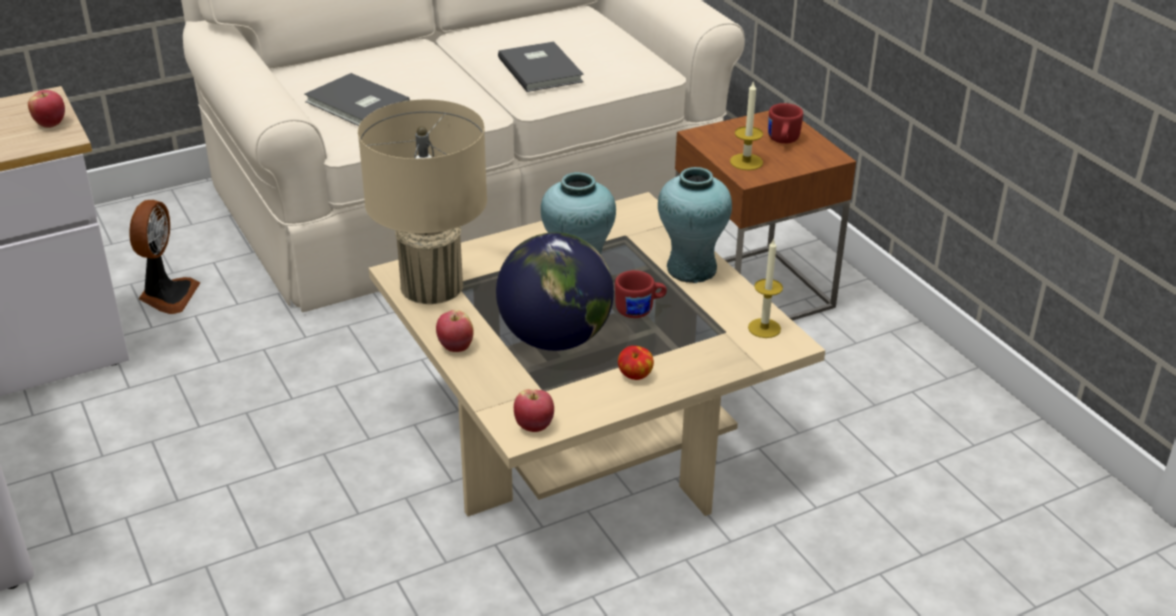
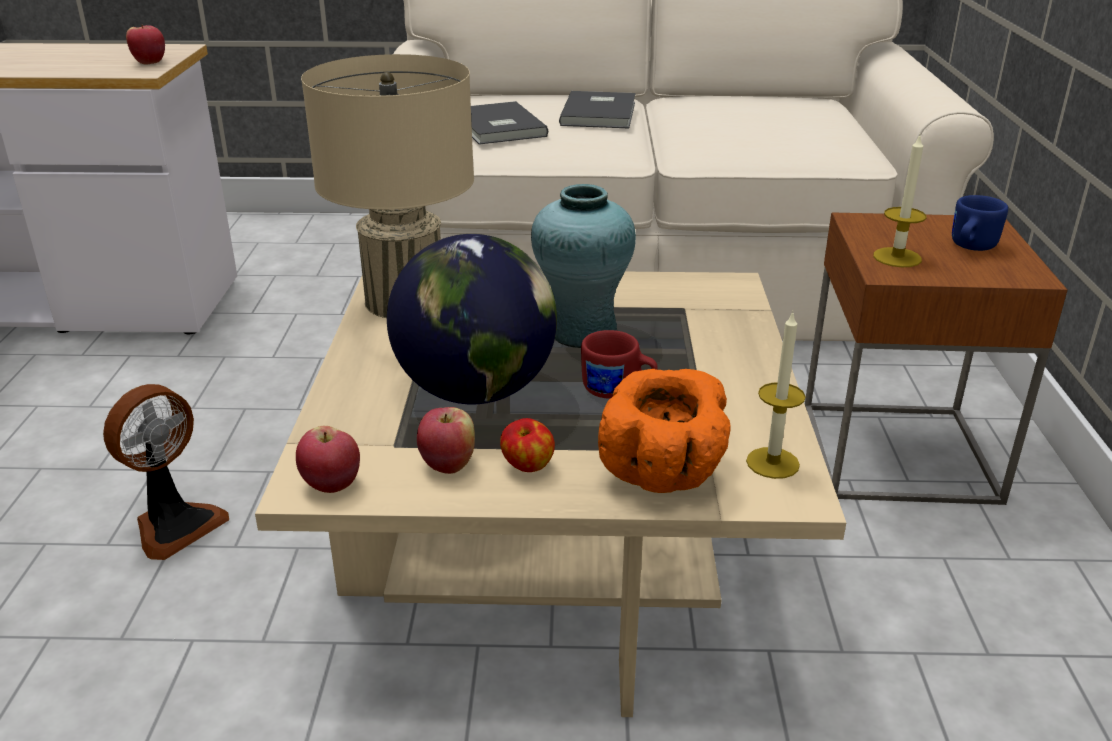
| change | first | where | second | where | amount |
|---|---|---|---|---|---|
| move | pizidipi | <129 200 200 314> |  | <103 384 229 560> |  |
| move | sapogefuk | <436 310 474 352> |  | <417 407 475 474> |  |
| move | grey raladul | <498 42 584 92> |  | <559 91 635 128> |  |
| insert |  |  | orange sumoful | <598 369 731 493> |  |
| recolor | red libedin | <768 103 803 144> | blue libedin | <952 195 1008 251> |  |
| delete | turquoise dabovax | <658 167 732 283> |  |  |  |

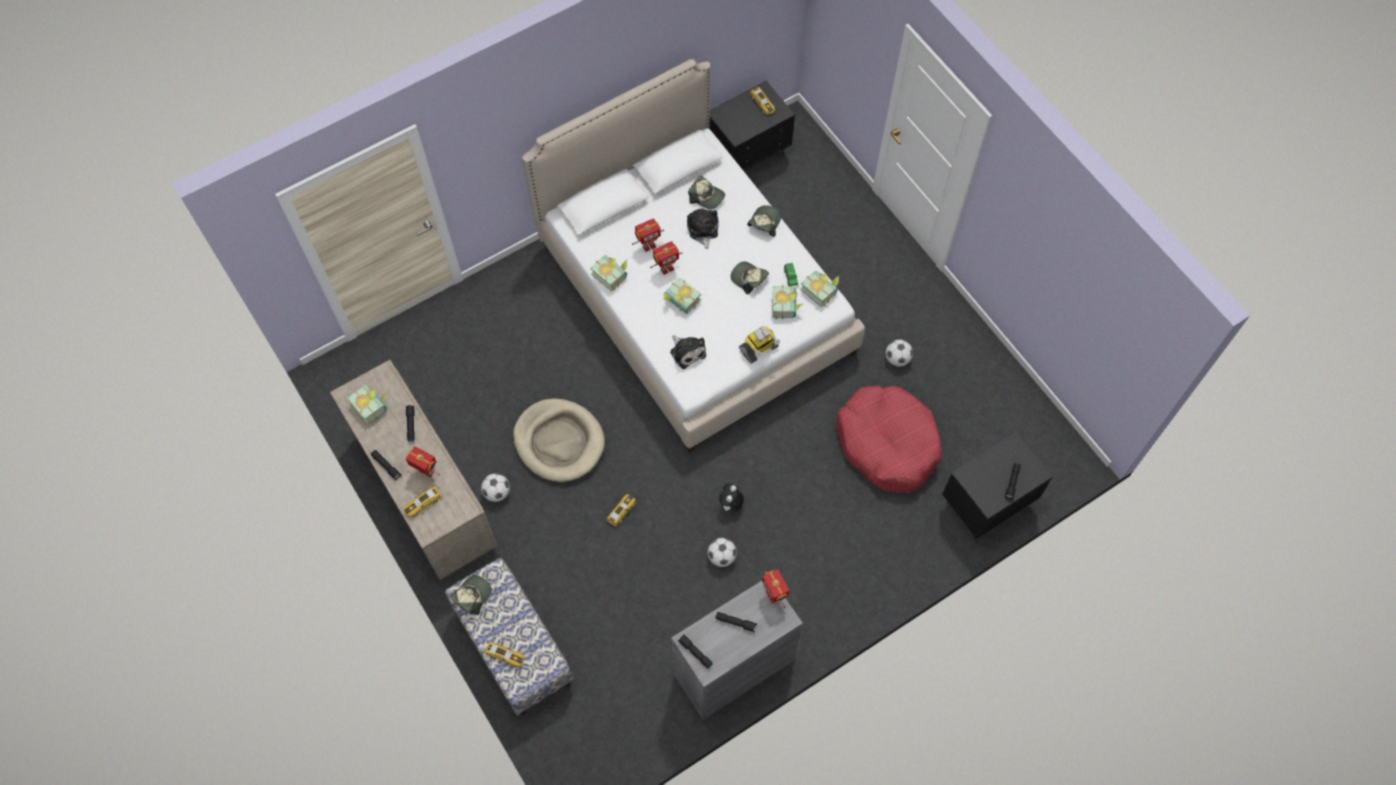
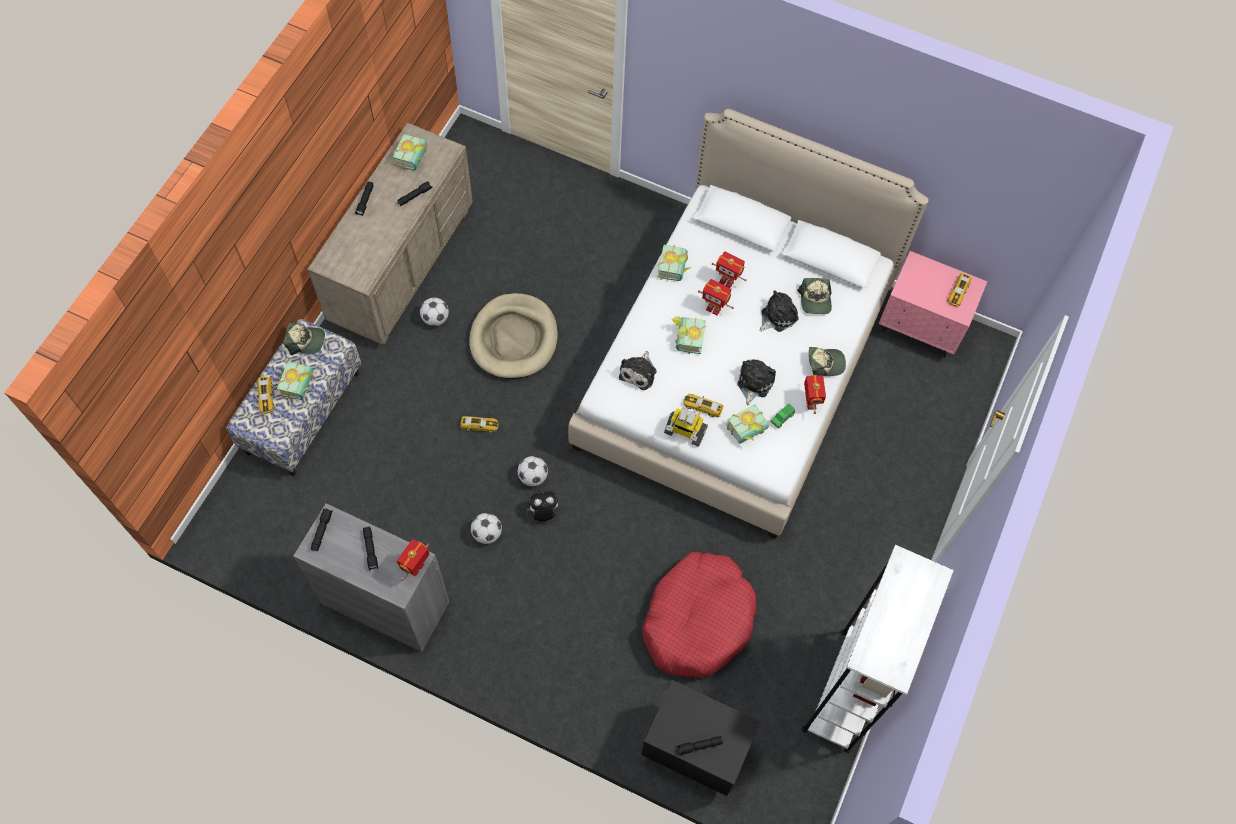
| change | first | where | second | where | amount |
|---|---|---|---|---|---|
| move | raladul | <800 271 839 307> |  | <277 362 313 400> |  |
| move | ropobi | <886 340 913 367> |  | <518 456 548 486> |  |
| move | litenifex | <404 487 441 517> |  | <683 394 724 417> |  |
| replace | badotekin | <730 262 769 294> | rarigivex | <737 359 776 405> |  |
| insert |  |  | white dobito | <802 545 954 753> |  |
| move | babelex | <406 446 440 477> |  | <804 375 826 414> |  |
| recolor | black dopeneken | <709 81 795 171> | pink dopeneken | <879 251 987 358> |  |

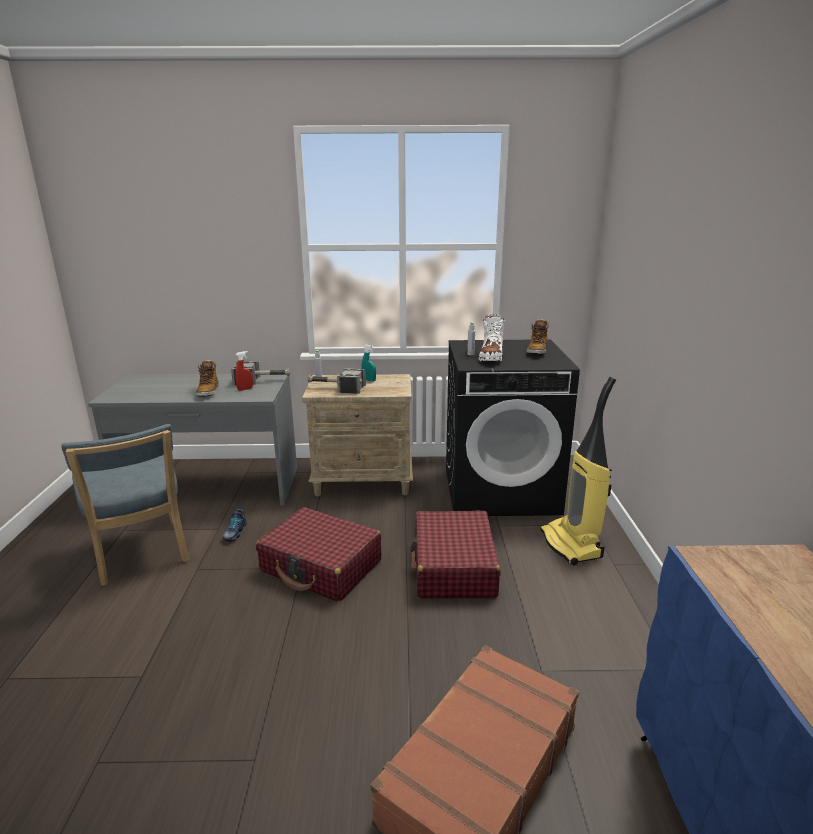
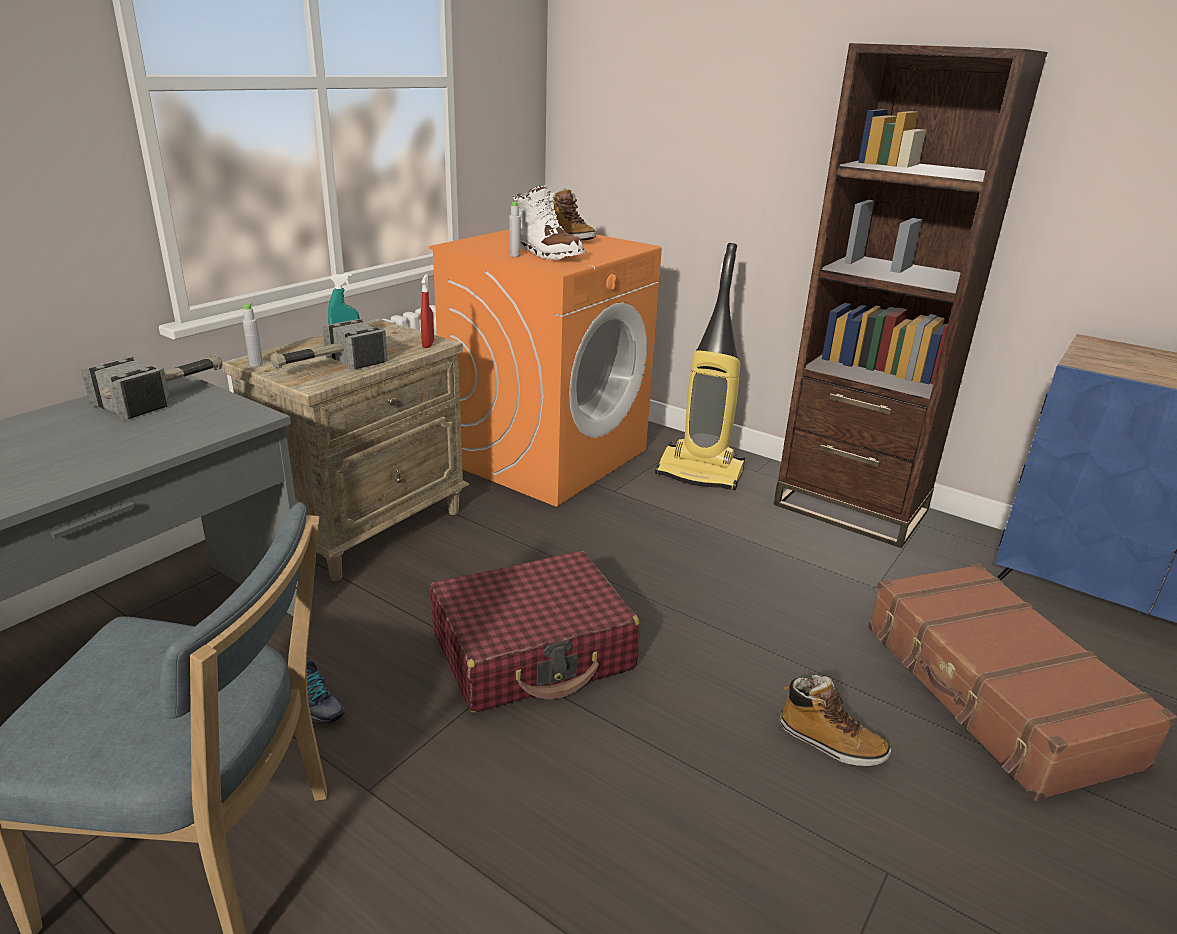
| change | first | where | second | where | amount |
|---|---|---|---|---|---|
| move | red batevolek | <235 351 253 391> |  | <421 274 434 348> |  |
| recolor | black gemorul | <446 339 580 516> | orange gemorul | <429 229 662 506> |  |
| insert |  |  | brown dobito | <774 43 1048 548> |  |
| move | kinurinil | <196 360 219 397> |  | <780 675 891 766> |  |
| delete | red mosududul | <410 511 501 599> |  |  |  |

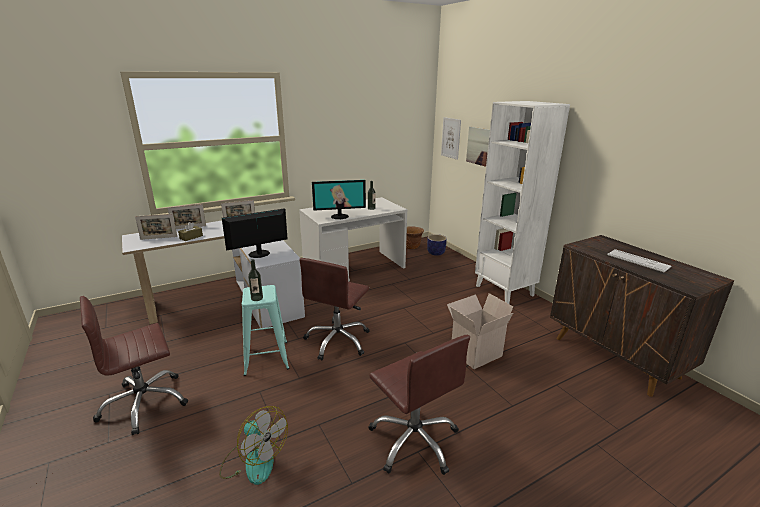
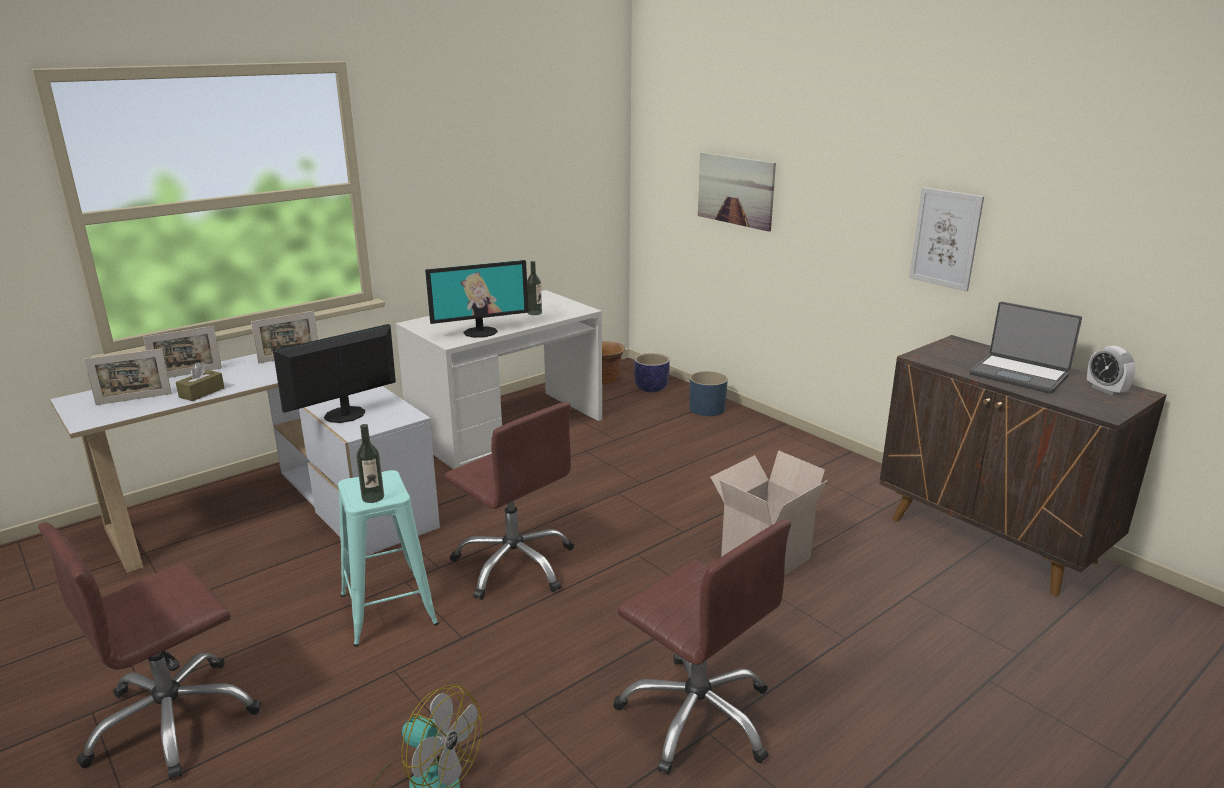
| change | first | where | second | where | amount |
|---|---|---|---|---|---|
| rotate | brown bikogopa | <299 258 369 360> |  | <444 402 574 600> | 60 degrees counterclockwise |
| insert |  |  | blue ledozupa | <689 371 728 416> |  |
| move | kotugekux | <441 117 461 160> |  | <909 187 984 291> |  |
| replace | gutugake | <607 249 671 272> | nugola | <970 301 1082 394> |  |
| insert |  |  | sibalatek | <1087 346 1136 396> |  |
| delete | white dobito | <475 101 570 304> |  |  |  |

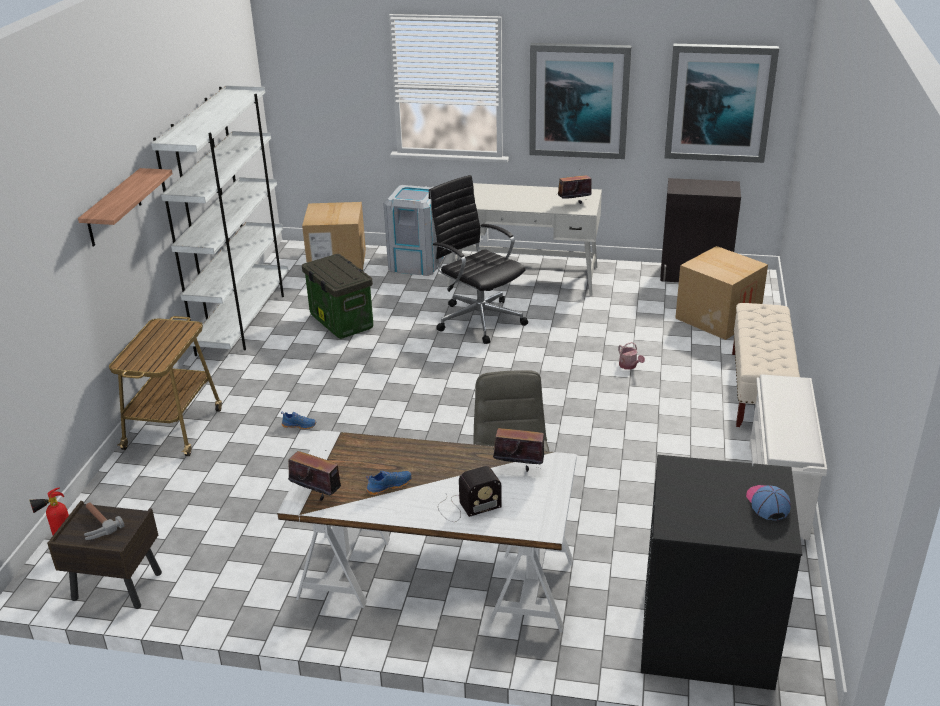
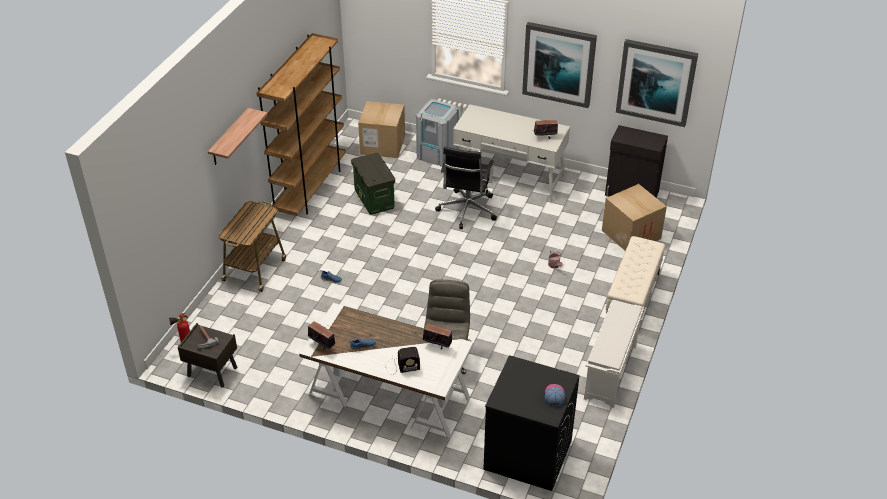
| change | first | where | second | where | amount |
|---|---|---|---|---|---|
| recolor | white dobito | <151 86 288 356> | brown dobito | <256 33 346 216> |  |
| rotate | black bikogopa | <429 175 528 344> |  | <435 147 497 229> | 135 degrees counterclockwise |

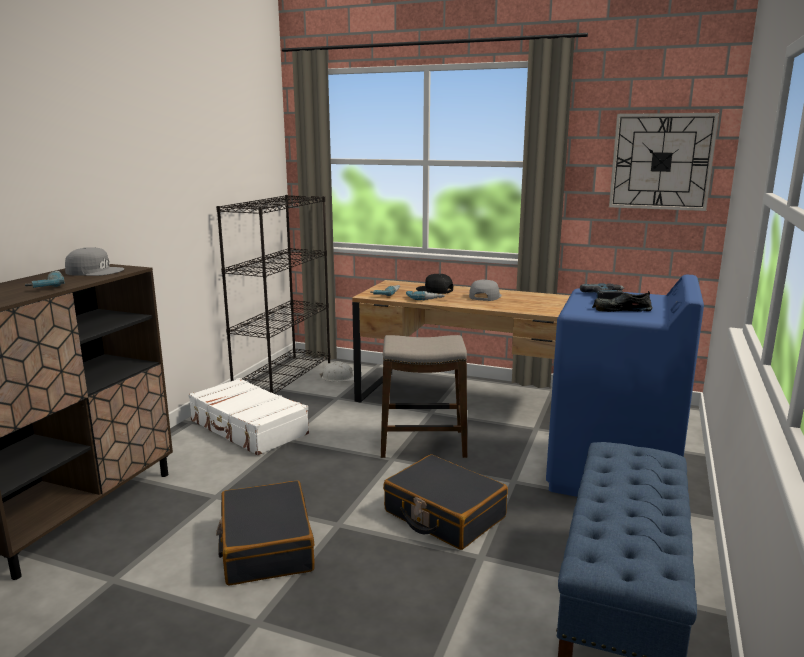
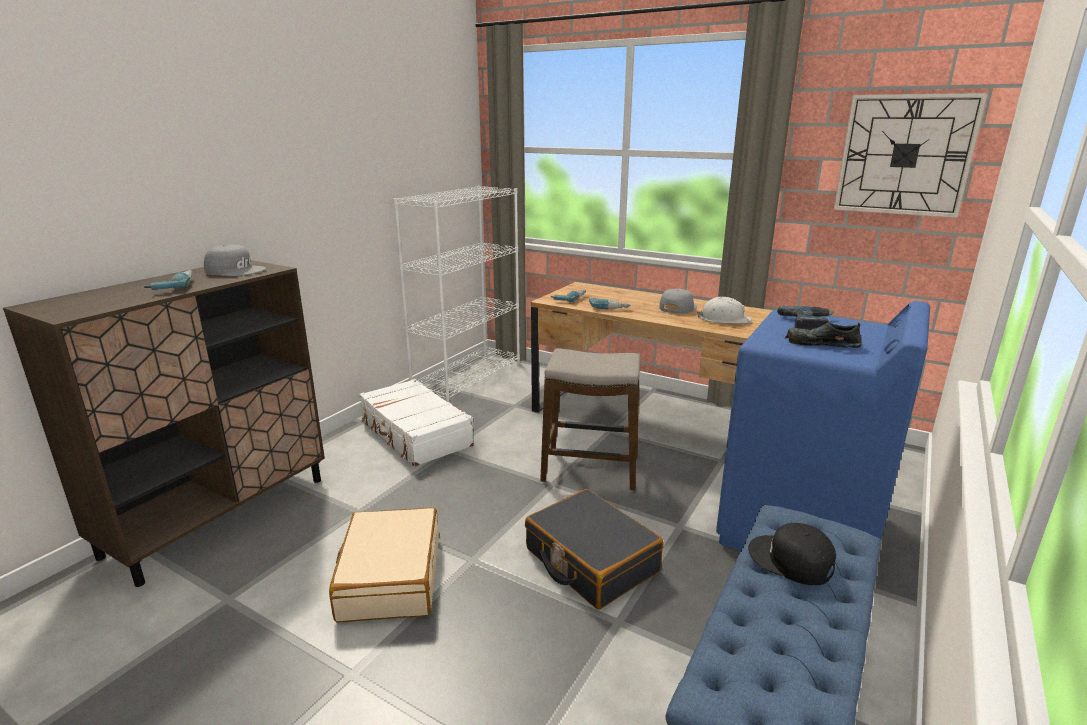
| change | first | where | second | where | amount |
|---|---|---|---|---|---|
| recolor | black mosududul | <216 480 315 585> | beige mosududul | <329 507 439 622> |  |
| recolor | black dobito | <216 195 330 394> | white dobito | <393 186 520 402> |  |
| move | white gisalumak | <319 362 354 382> |  | <697 297 752 323> |  |
| move | black badotekin | <416 274 453 294> |  | <748 523 836 585> |  |

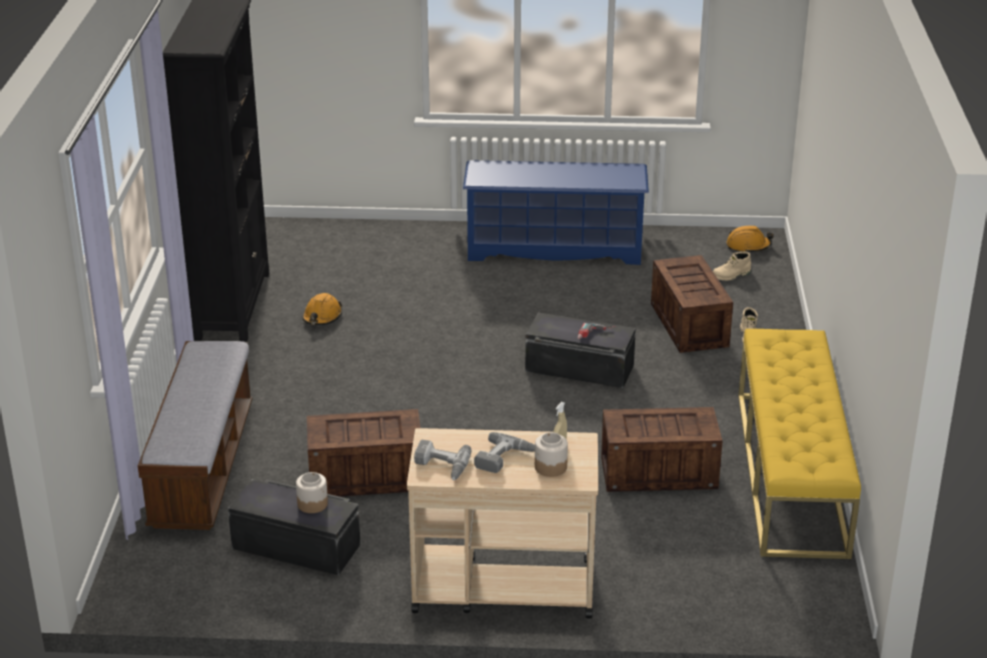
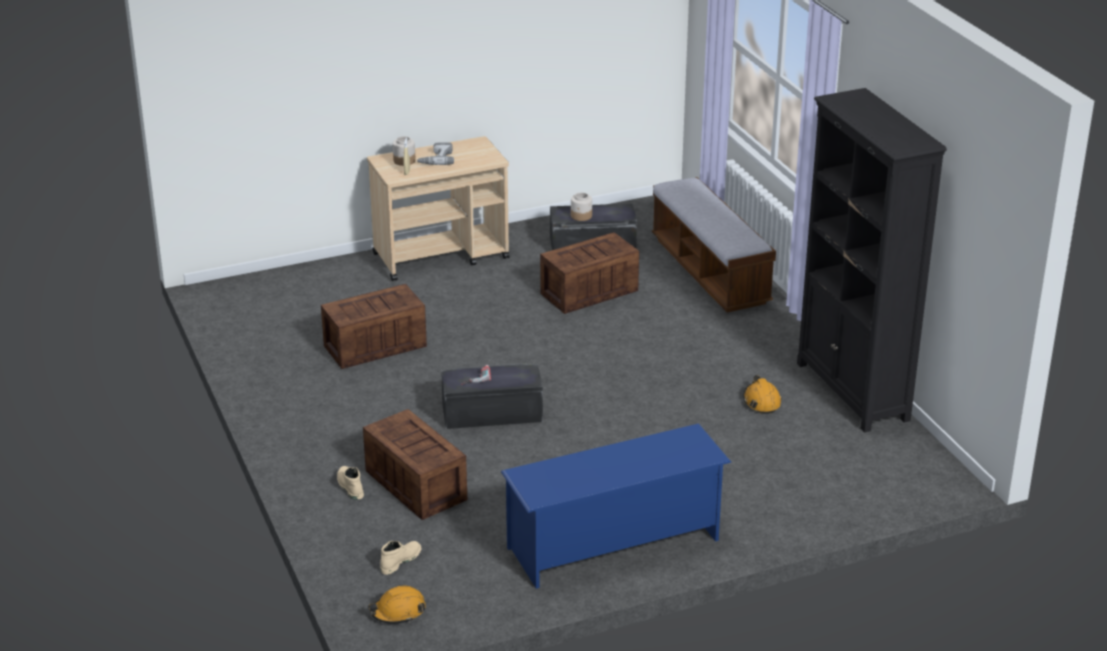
| change | first | where | second | where | amount |
|---|---|---|---|---|---|
| delete | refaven | <414 440 471 480> |  |  |  |
| delete | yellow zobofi | <738 329 861 559> |  |  |  |

